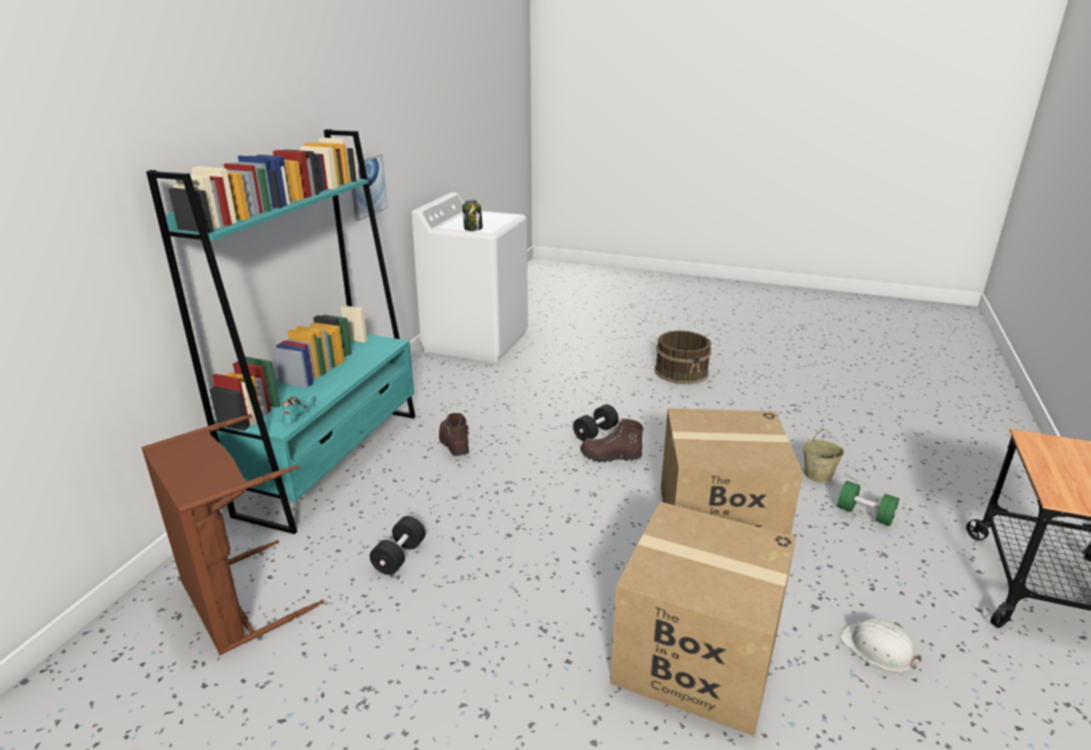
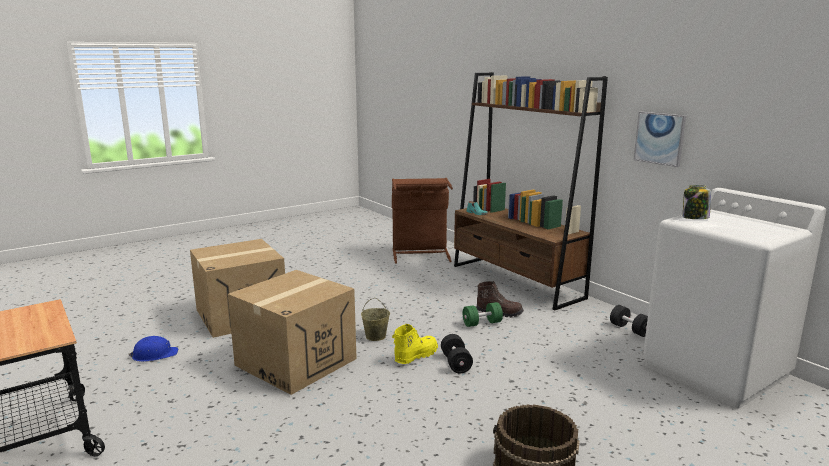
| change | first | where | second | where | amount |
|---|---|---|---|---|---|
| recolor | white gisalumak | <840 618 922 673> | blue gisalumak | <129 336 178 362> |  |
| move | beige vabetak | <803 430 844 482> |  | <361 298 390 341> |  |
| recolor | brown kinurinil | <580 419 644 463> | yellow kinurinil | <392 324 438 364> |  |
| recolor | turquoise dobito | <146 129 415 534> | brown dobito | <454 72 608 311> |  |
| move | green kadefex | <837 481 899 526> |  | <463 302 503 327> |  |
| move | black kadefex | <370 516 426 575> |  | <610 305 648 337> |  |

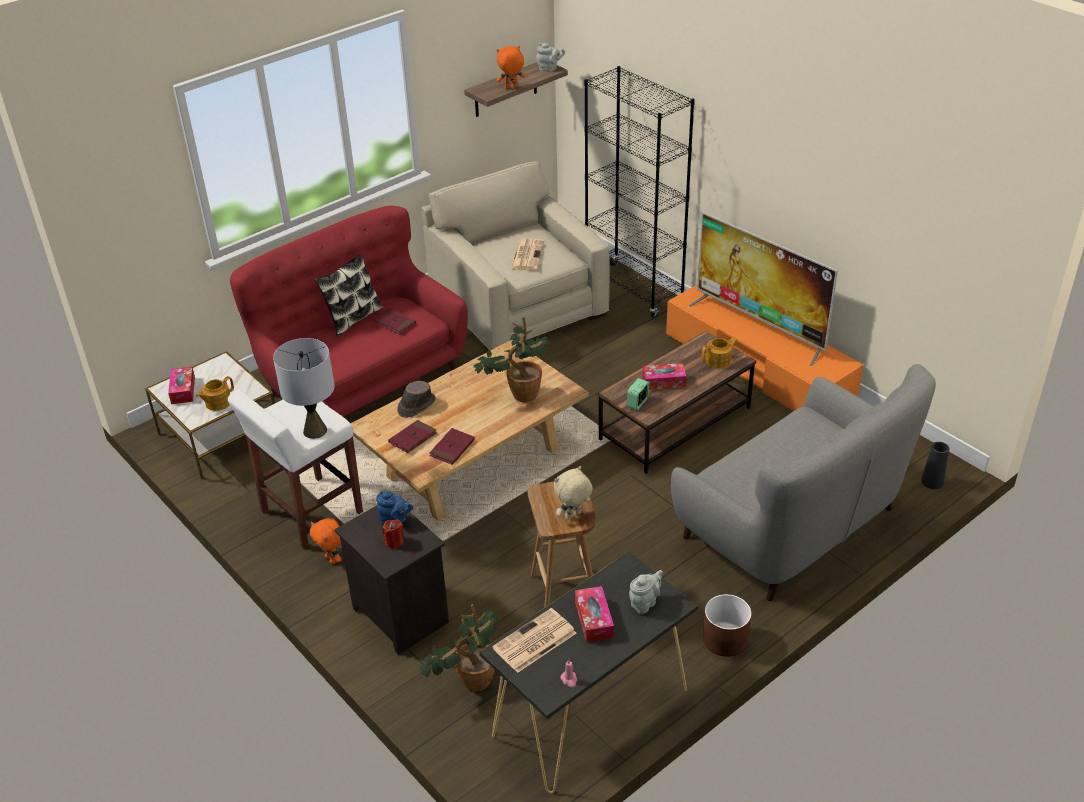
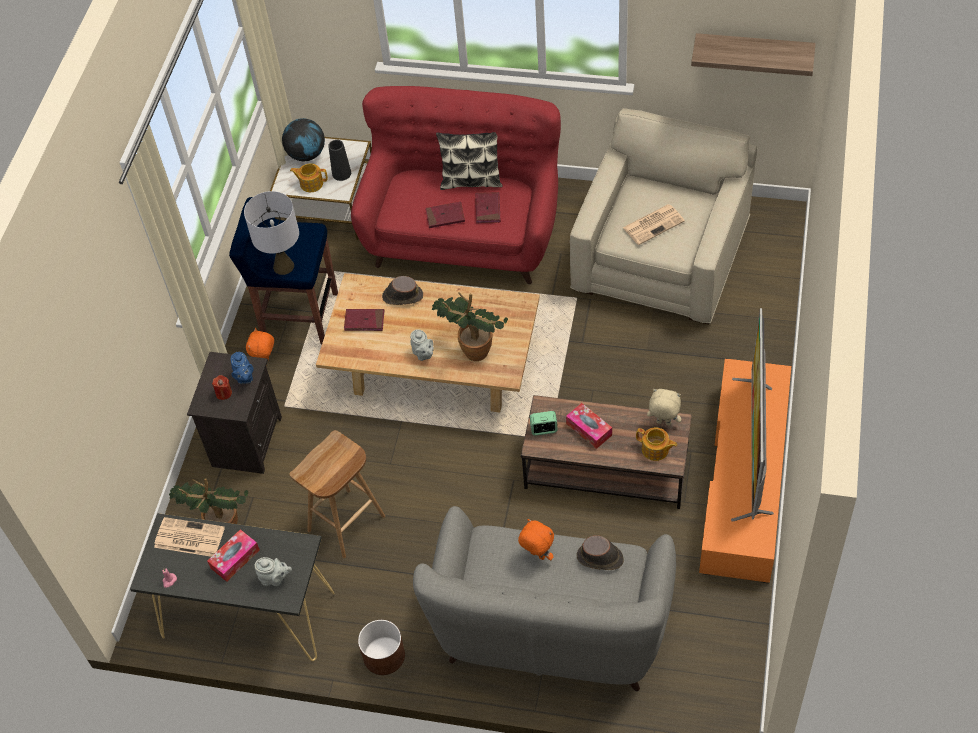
| change | first | where | second | where | amount |
|---|---|---|---|---|---|
| recolor | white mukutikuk | <228 389 363 549> | blue mukutikuk | <229 197 338 344> |  |
| replace | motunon | <168 366 195 404> | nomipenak | <282 118 325 161> |  |
| move | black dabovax | <921 442 949 489> |  | <328 140 351 181> |  |
| move | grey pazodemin | <536 43 565 71> |  | <410 329 434 361> |  |
| move | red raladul | <429 428 475 465> |  | <425 202 465 228> |  |
| move | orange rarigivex | <497 46 526 89> |  | <518 519 554 560> |  |
| insert |  |  | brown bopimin | <577 535 624 570> |  |
| move | beige rarigivex | <554 466 593 520> |  | <647 389 681 426> |  |
| delete | black dobito | <584 66 695 318> |  |  |  |

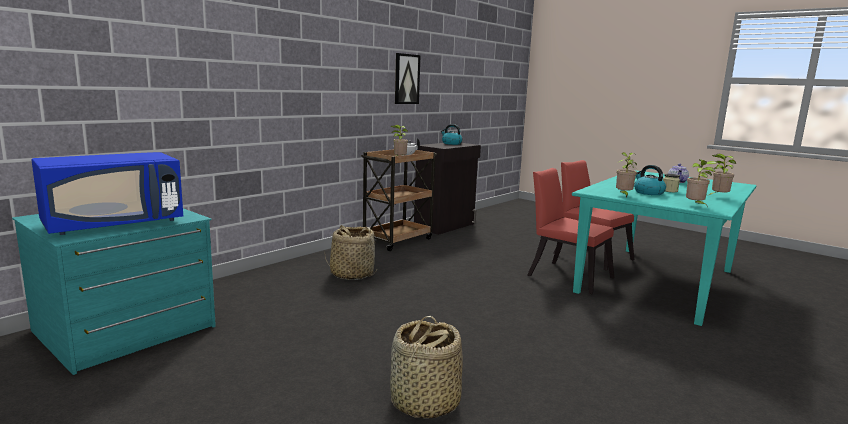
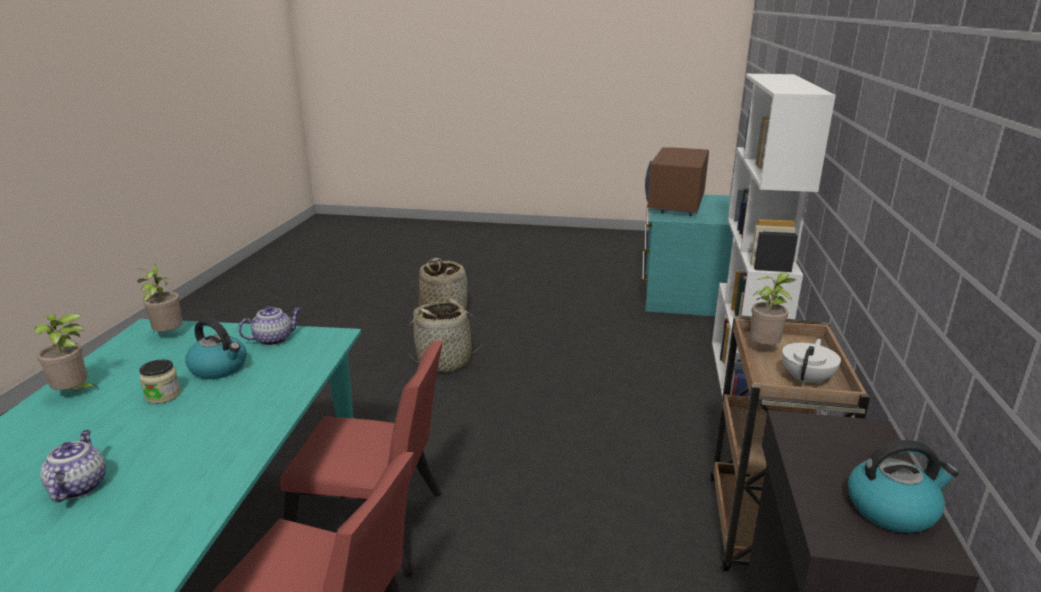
| change | first | where | second | where | amount |
|---|---|---|---|---|---|
| replace | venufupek | <616 152 637 197> | pazodemin | <238 306 301 346> |  |
| move | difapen | <325 225 378 280> |  | <410 297 485 372> |  |
| recolor | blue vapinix | <31 152 183 235> | brown vapinix | <645 147 709 216> |  |
| insert |  |  | white dobito | <712 74 836 397> |  |
| delete | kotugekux | <395 53 421 104> |  |  |  |

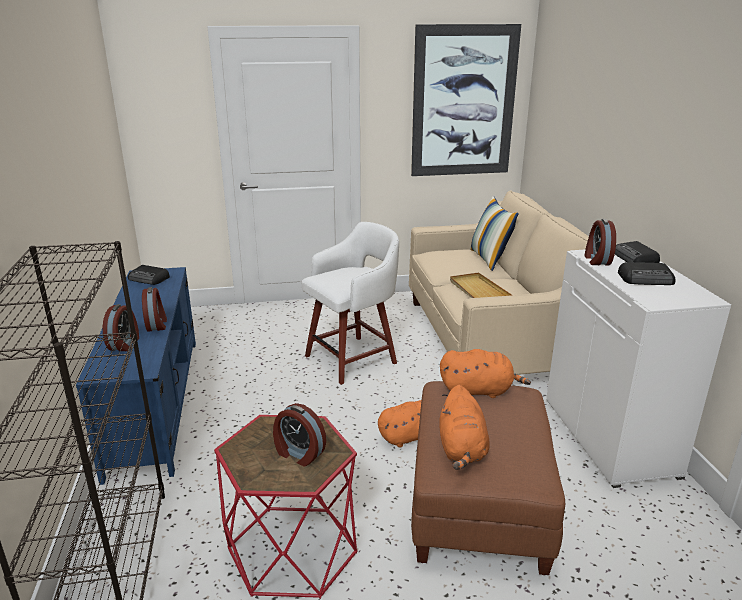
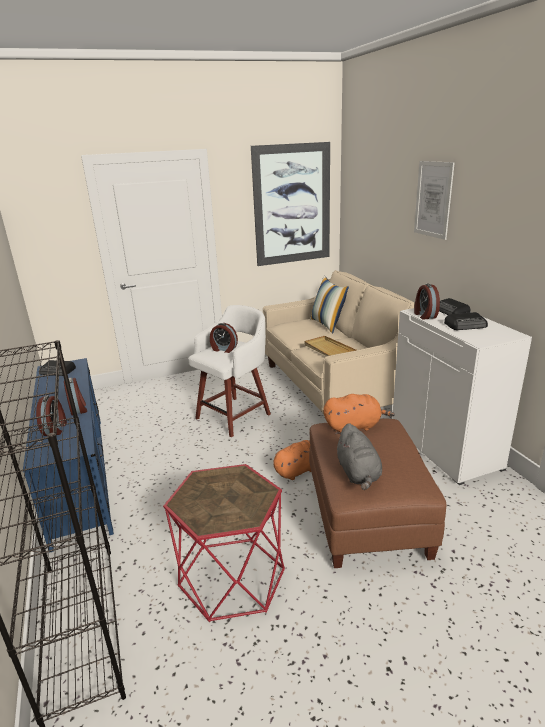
| change | first | where | second | where | amount |
|---|---|---|---|---|---|
| move | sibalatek | <273 403 326 466> |  | <210 323 238 353> |  |
| recolor | orange rarigivex | <439 385 489 470> | grey rarigivex | <335 423 382 490> |  |
| insert |  |  | kotugekux | <414 161 455 240> |  |

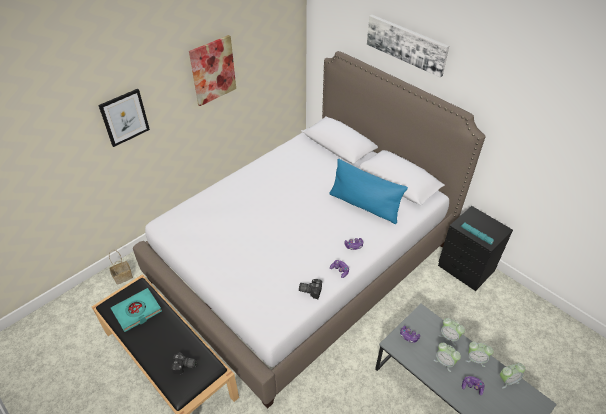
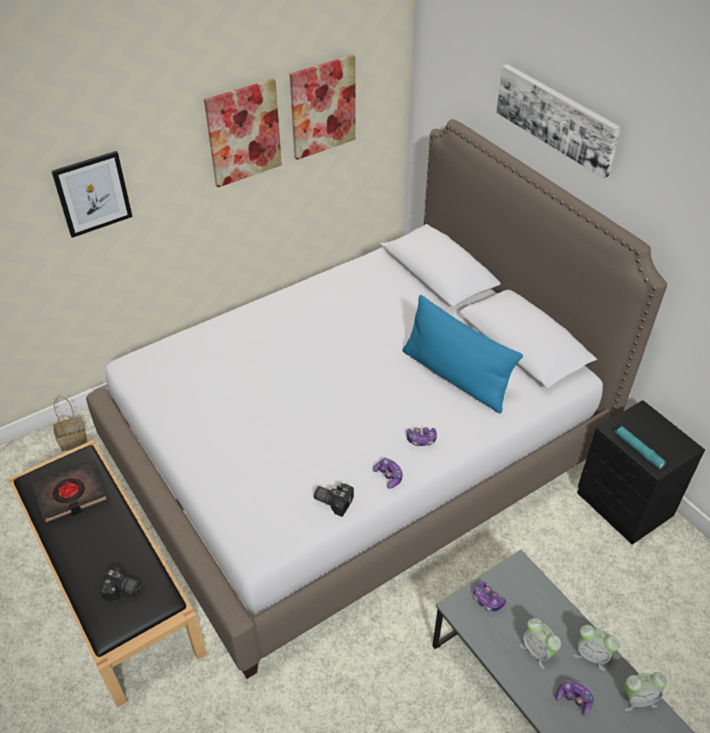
| change | first | where | second | where | amount |
|---|---|---|---|---|---|
| recolor | turquoise raladul | <111 288 162 332> | black raladul | <32 462 108 524> |  |
| insert |  |  | kotugekux | <290 55 356 160> |  |
| delete | sibalatek | <439 318 465 346> |  |  |  |

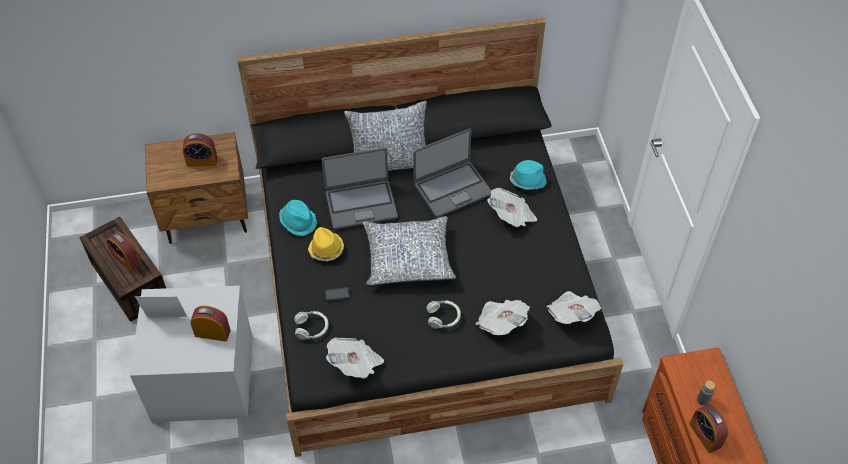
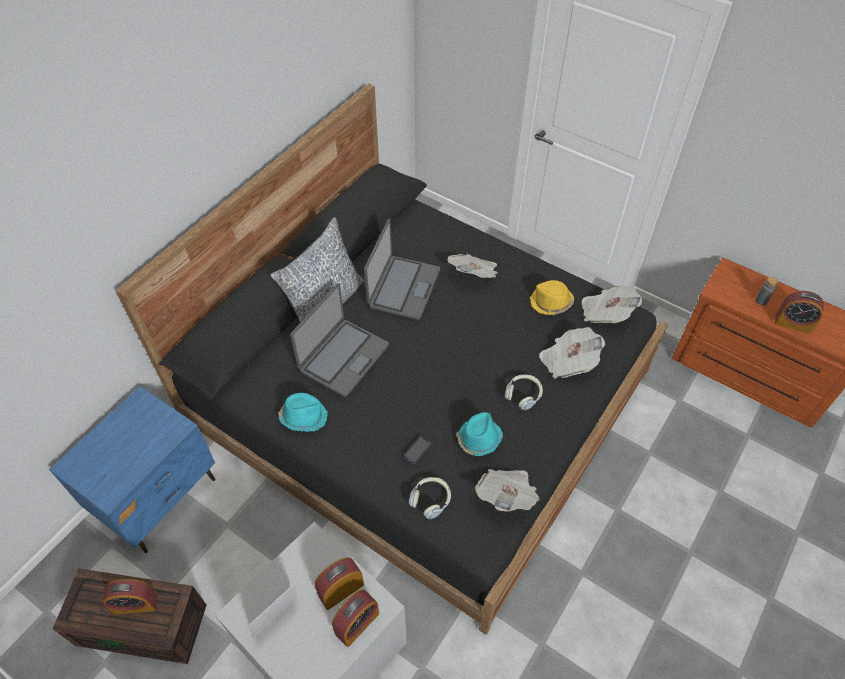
| change | first | where | second | where | amount |
|---|---|---|---|---|---|
| recolor | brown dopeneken | <145 132 248 244> | blue dopeneken | <49 386 215 553> |  |
| move | sibalatek | <183 133 217 167> |  | <332 590 379 647> |  |
| move | turquoise bopimin | <510 160 547 190> |  | <456 412 503 456> |  |
| move | yellow bopimin | <308 227 344 261> |  | <530 280 574 315> |  |
| delete | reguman | <363 216 456 286> |  |  |  |

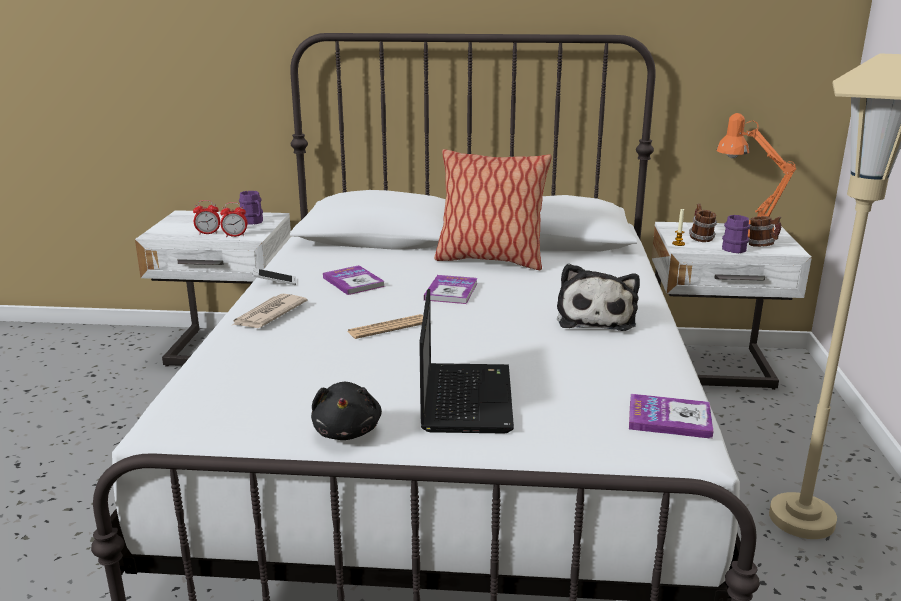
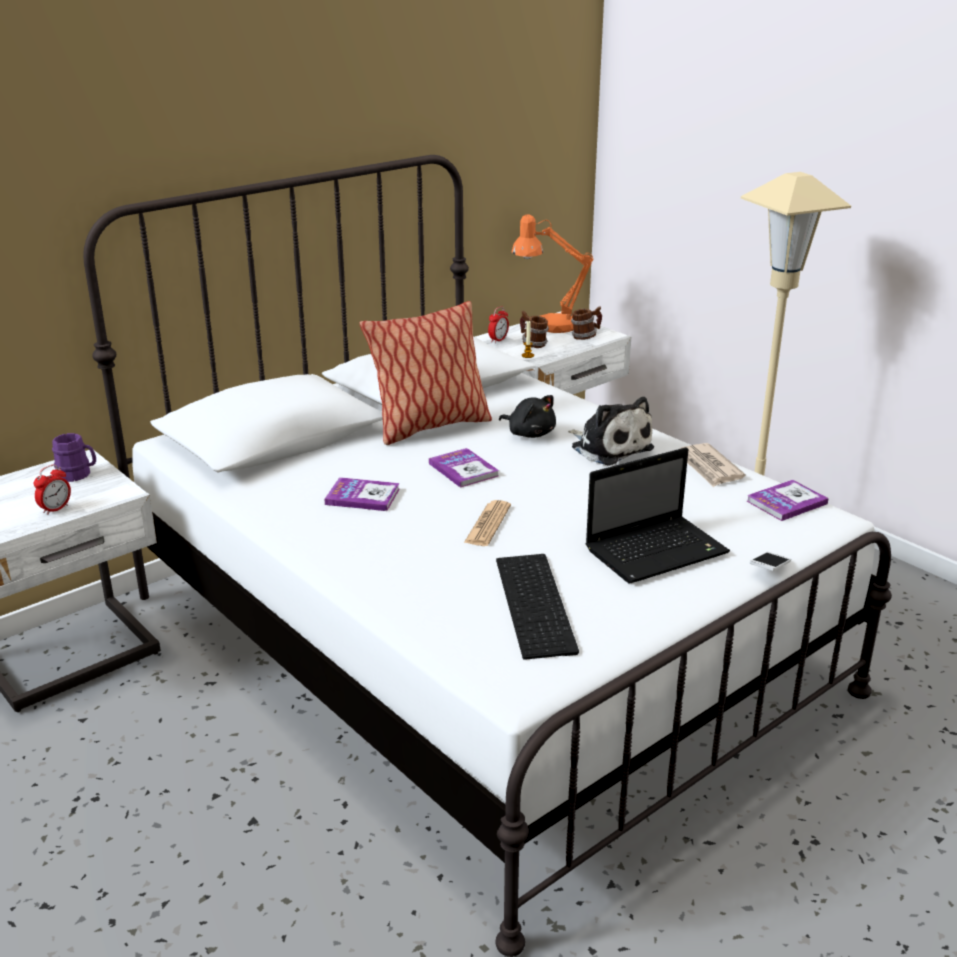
| change | first | where | second | where | amount |
|---|---|---|---|---|---|
| move | sibalatek | <220 202 247 237> |  | <488 306 509 343> |  |
| insert |  |  | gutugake | <496 554 579 660> |  |
| move | black rarigivex | <311 382 382 440> |  | <499 395 556 438> |  |
| rotate | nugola | <419 289 514 434> |  | <586 447 730 584> | 105 degrees clockwise |
| move | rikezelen | <233 294 307 328> |  | <680 443 745 487> |  |
| move | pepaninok | <253 268 296 285> |  | <750 552 791 571> |  |
| delete | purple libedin | <722 215 750 253> |  |  |  |

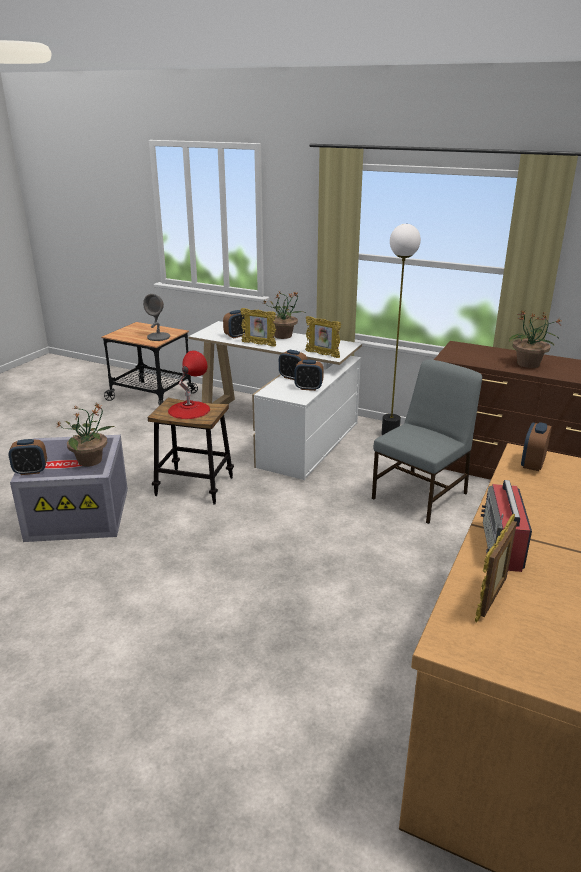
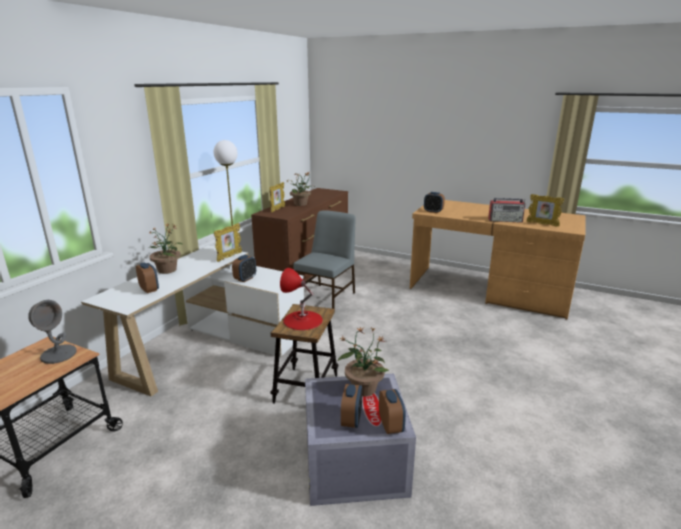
| change | first | where | second | where | amount |
|---|---|---|---|---|---|
| move | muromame | <240 308 276 347> |  | <270 182 285 212> |  |
| rotate | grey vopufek | <372 359 482 524> |  | <293 210 356 309> | 75 degrees clockwise |
| move | sibalatek | <294 360 324 391> |  | <341 384 362 428> |  |

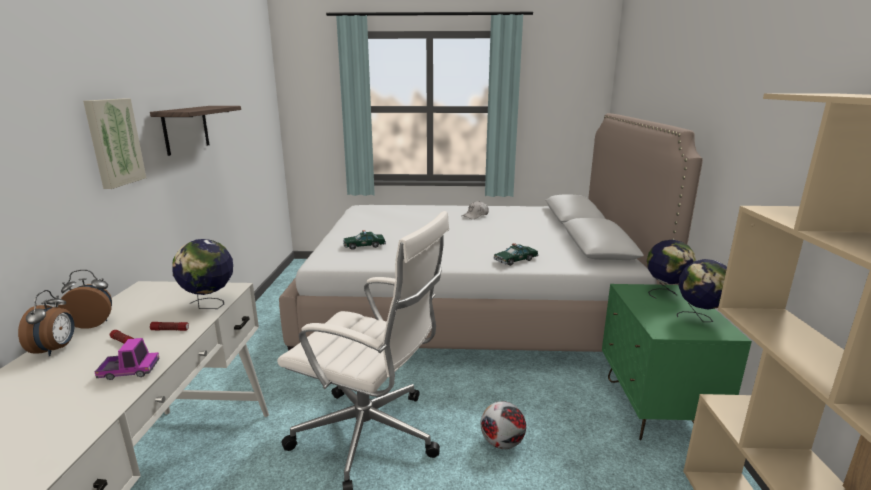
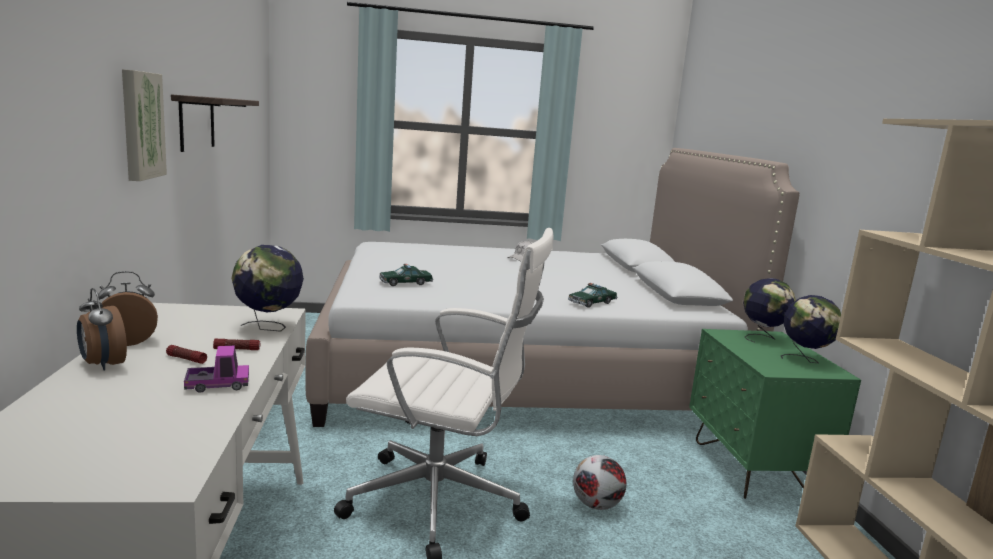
| change | first | where | second | where | amount |
|---|---|---|---|---|---|
| rotate | sibalatek | <18 290 74 356> |  | <77 288 127 371> | 150 degrees clockwise |

